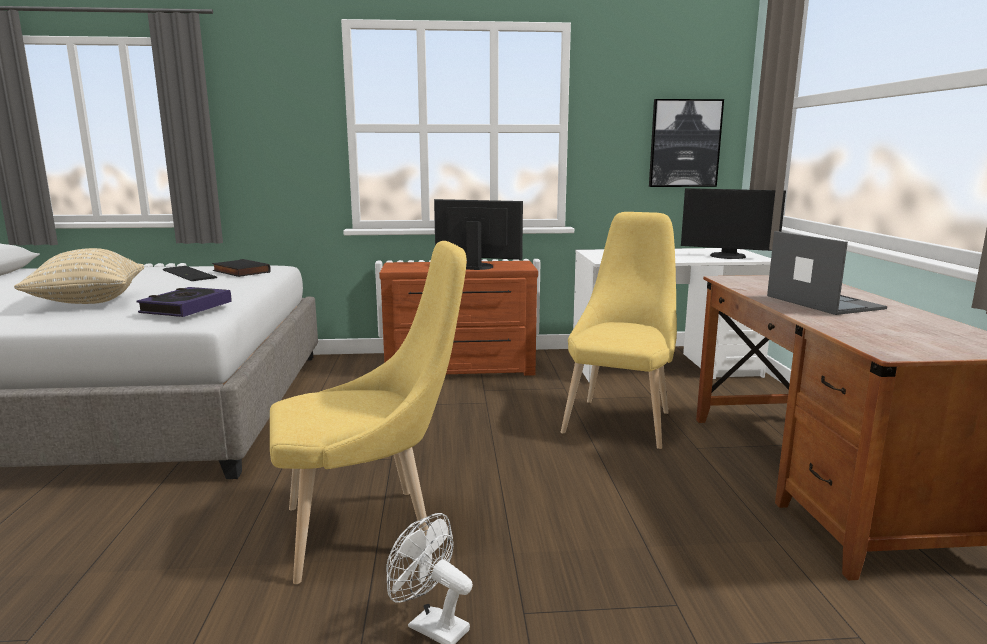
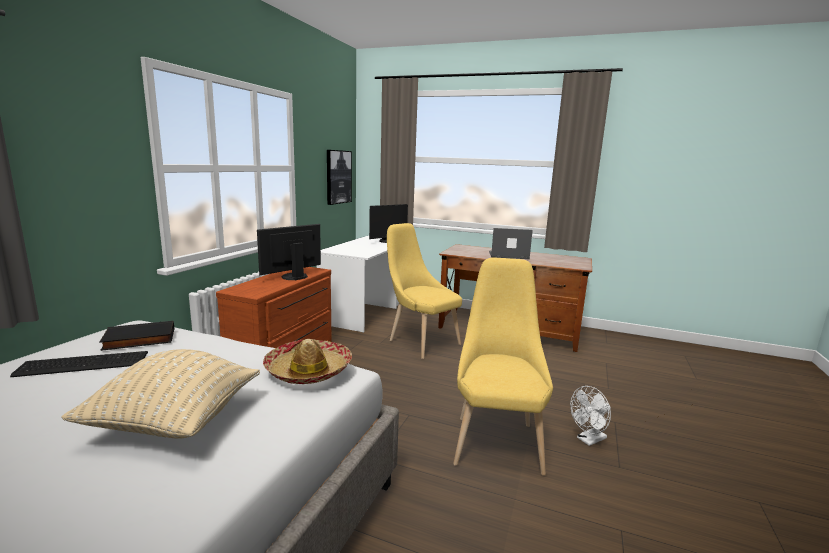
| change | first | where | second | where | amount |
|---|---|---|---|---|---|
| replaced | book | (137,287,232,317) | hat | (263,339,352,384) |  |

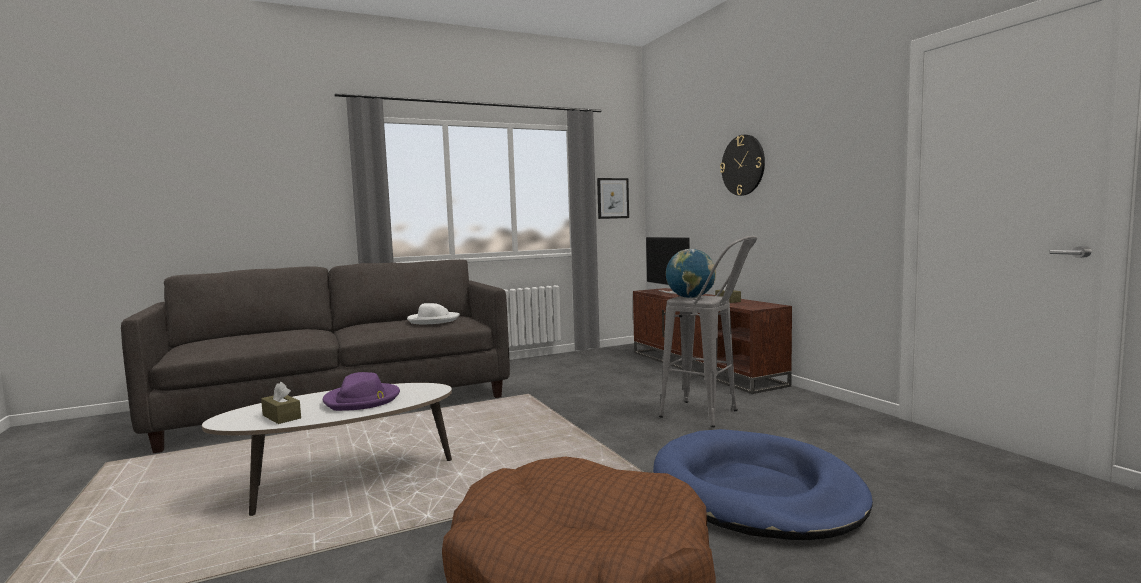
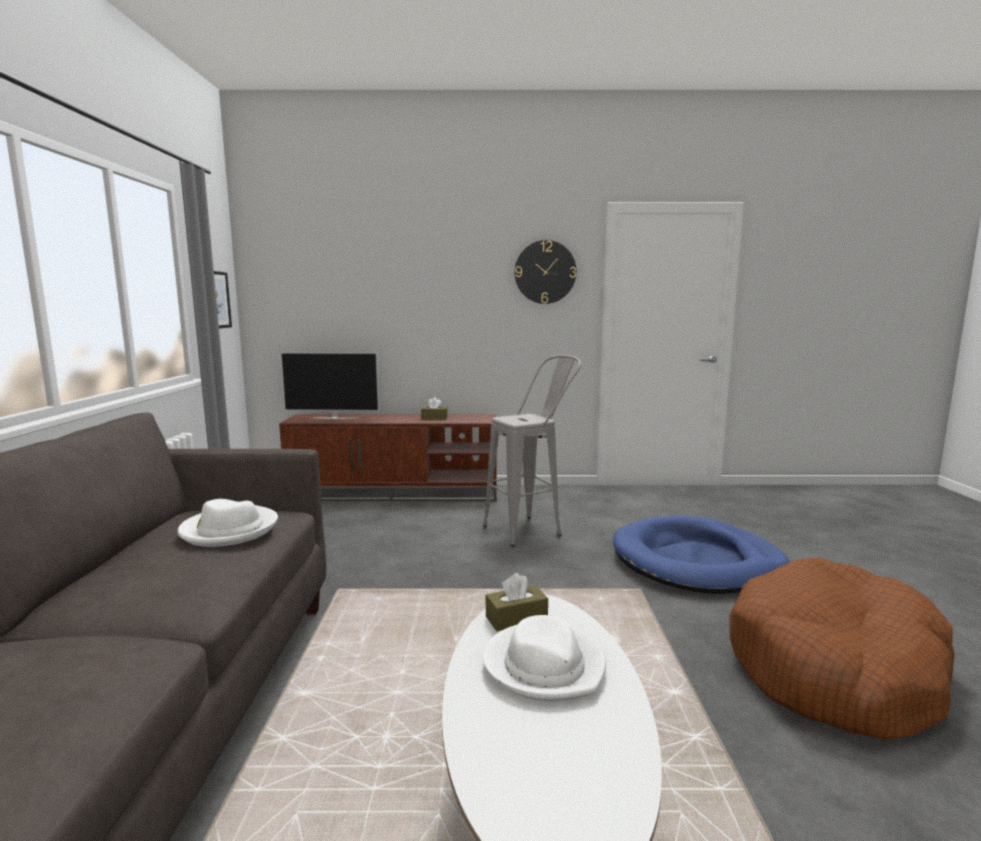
| change | first | where | second | where | amount |
|---|---|---|---|---|---|
| removed | globe | (666,249,716,298) |  |  |  |
| moved | brown tissue box | (261,382,301,424) |  | (486,573,548,631) |  |
| moved | wall clock | (720,135,765,196) |  | (515,240,576,304) |  |
| recoloured | purple hat | (323,372,400,411) | white hat | (483,615,606,702) |  |

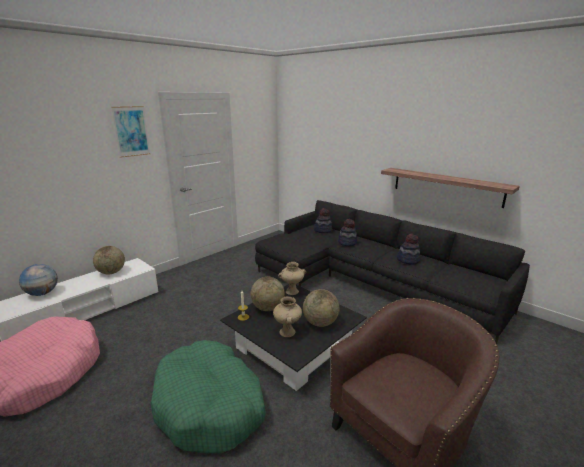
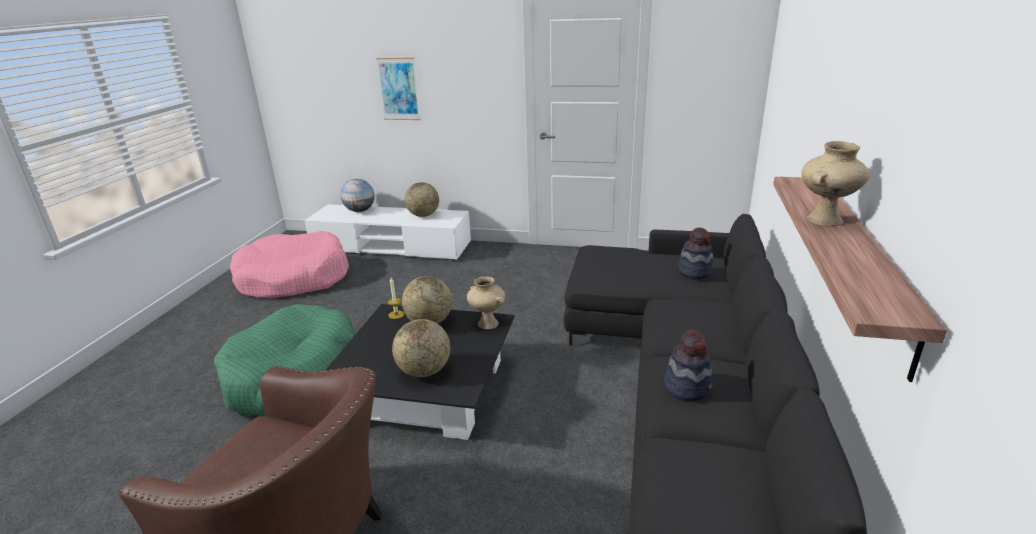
| change | first | where | second | where | amount |
|---|---|---|---|---|---|
| removed | hat | (338,219,357,246) |  |  |  |
| moved | picture | (111,106,150,158) |  | (376,58,421,120) |  |
| moved | beige vase | (273,296,302,337) |  | (801,141,870,226) |  |

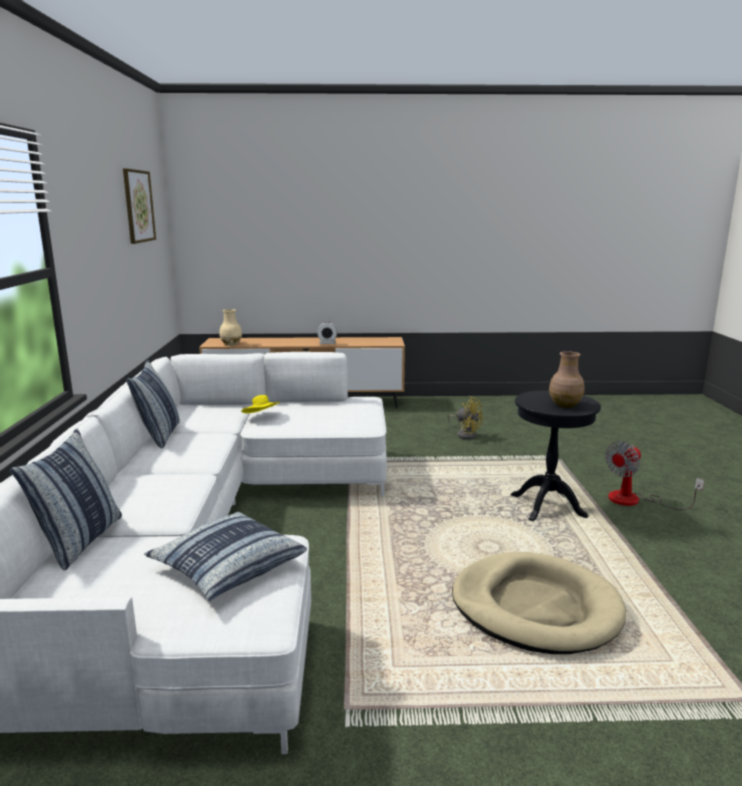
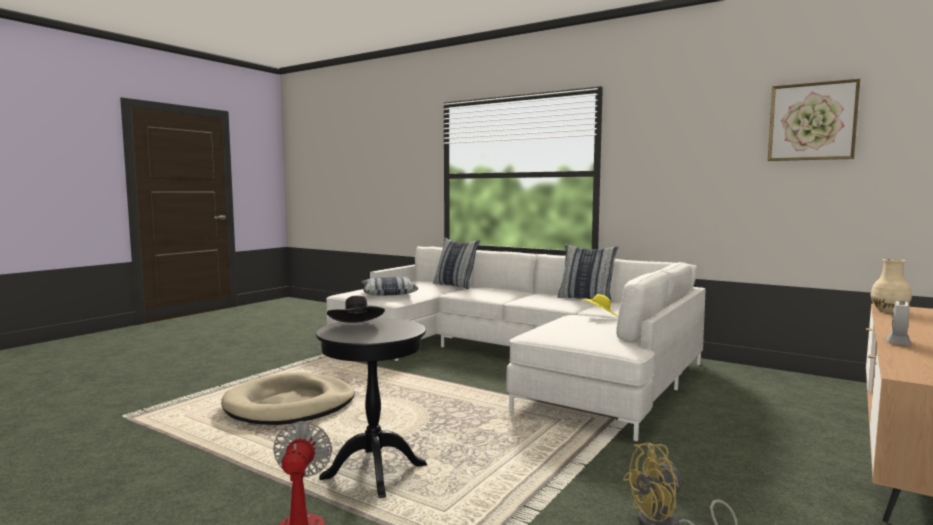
| change | first | where | second | where | amount |
|---|---|---|---|---|---|
| replaced | brown vase | (549,351,585,408) | black hat | (327,296,385,323) |  |

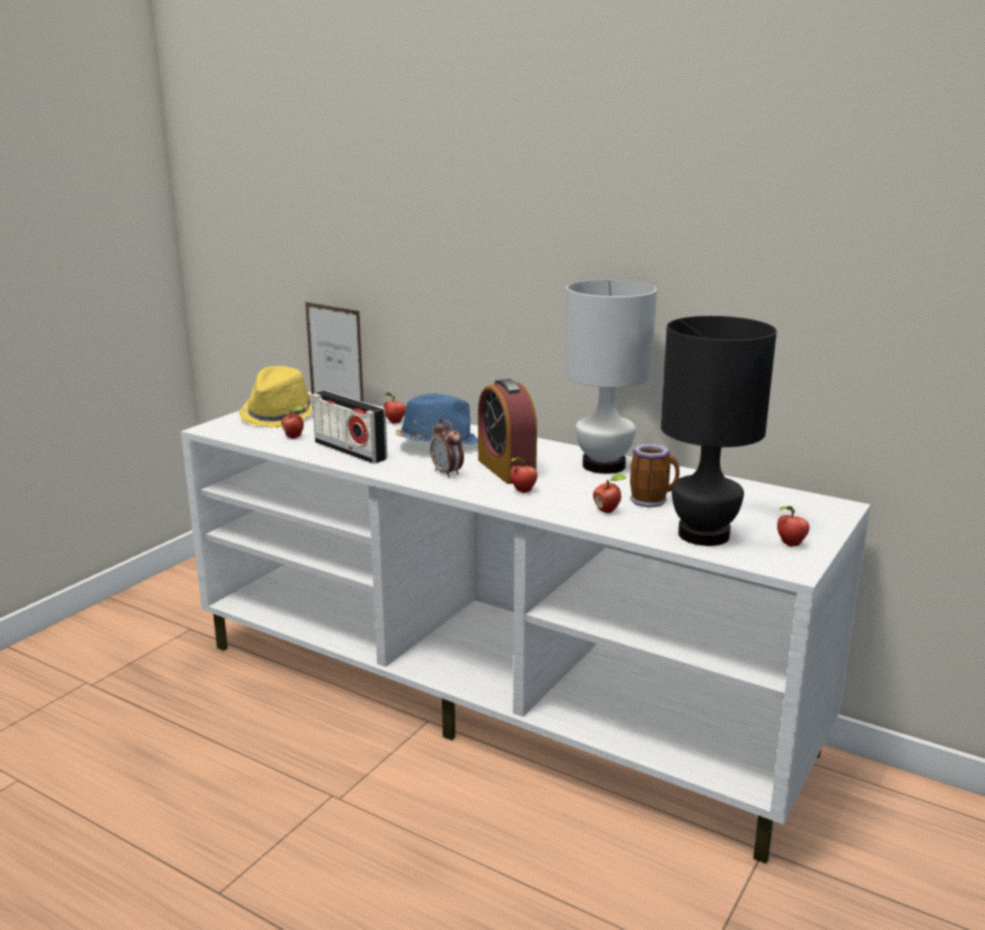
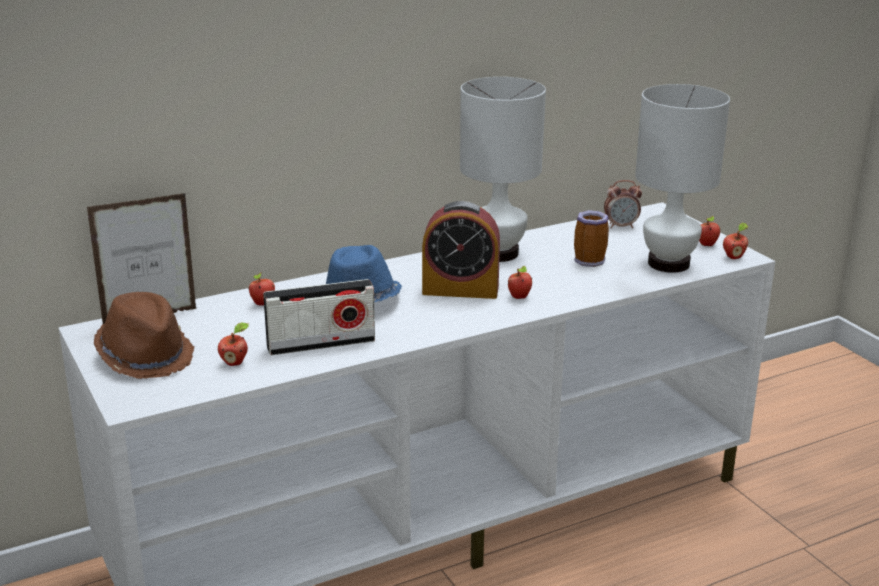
| change | first | where | second | where | amount |
|---|---|---|---|---|---|
| moved | alarm clock | (430,419,464,478) |  | (604,180,642,228) |  |
| moved | apple | (593,473,627,513) |  | (723,223,748,259) |  |
| recoloured | yellow hat | (239,366,313,428) | brown hat | (94,292,194,379) |  |
| recoloured | black table lamp | (661,316,777,546) | white table lamp | (635,84,730,273) |  |

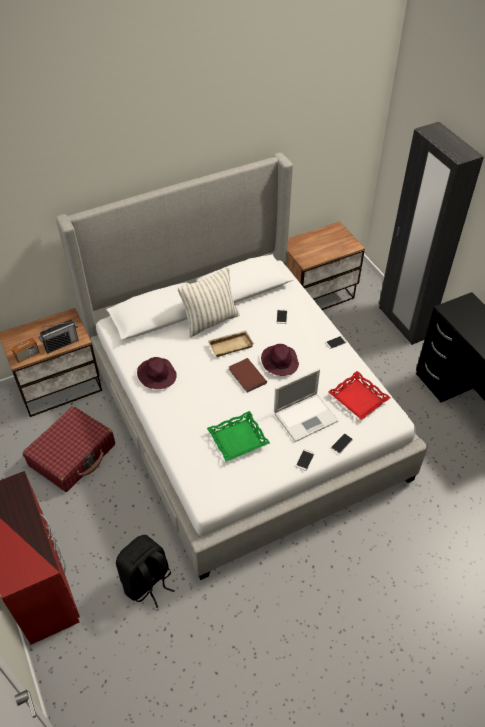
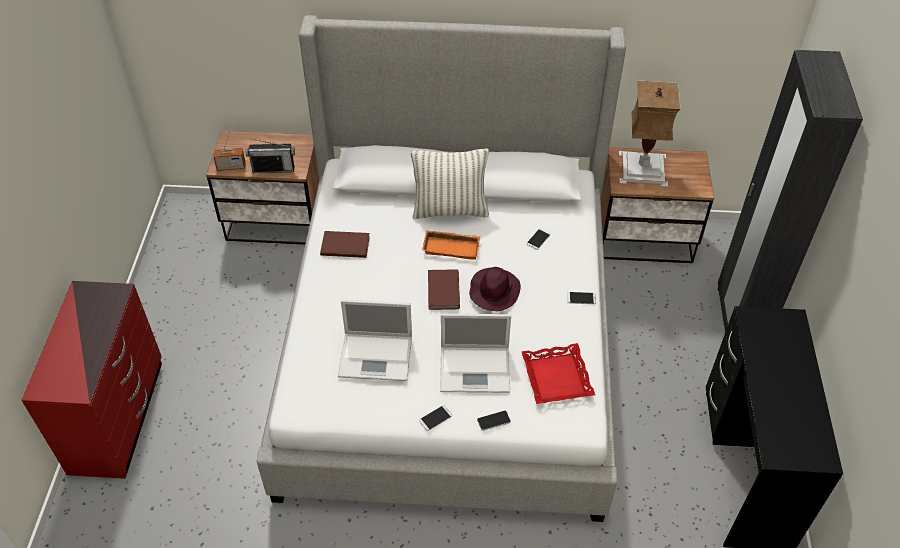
| change | first | where | second | where | amount |
|---|---|---|---|---|---|
| removed | red suitcase | (22,406,115,492) |  |  |  |
| removed | black backpack | (116,535,175,608) |  |  |  |
| added |  |  | table lamp | (619,80,681,187) |  |
| replaced | purple hat | (137,357,177,389) | brown book | (320,231,370,258) |  |
| replaced | green tray | (207,411,270,462) | laptop | (338,300,412,381) |  |
| recoloured | beige tray | (208,330,254,357) | orange tray | (422,230,480,260) |  |

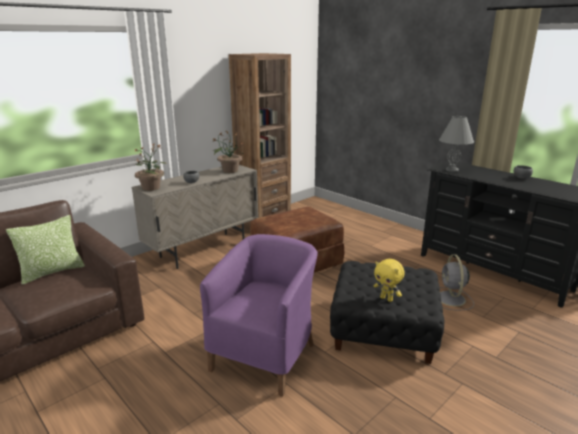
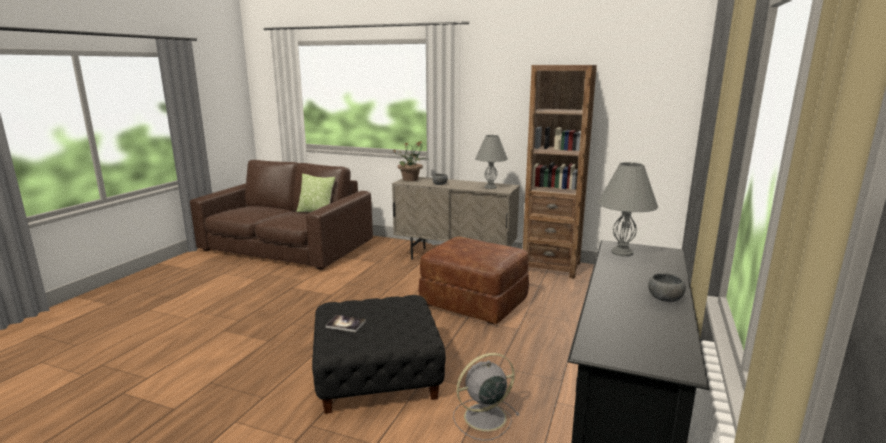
| change | first | where | second | where | amount |
|---|---|---|---|---|---|
| removed | purple armchair | (200,234,318,397) |  |  |  |
| replaced | potted plant | (212,131,245,173) | grey table lamp | (475,135,508,189) |  |
| replaced | yellow plush toy | (374,259,405,302) | book | (326,315,366,332) |  |

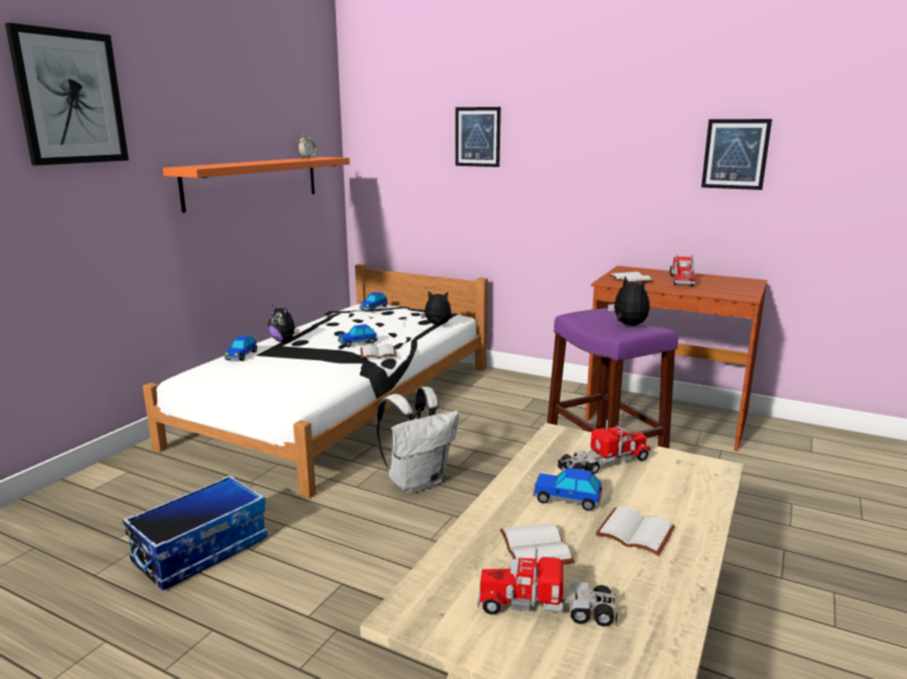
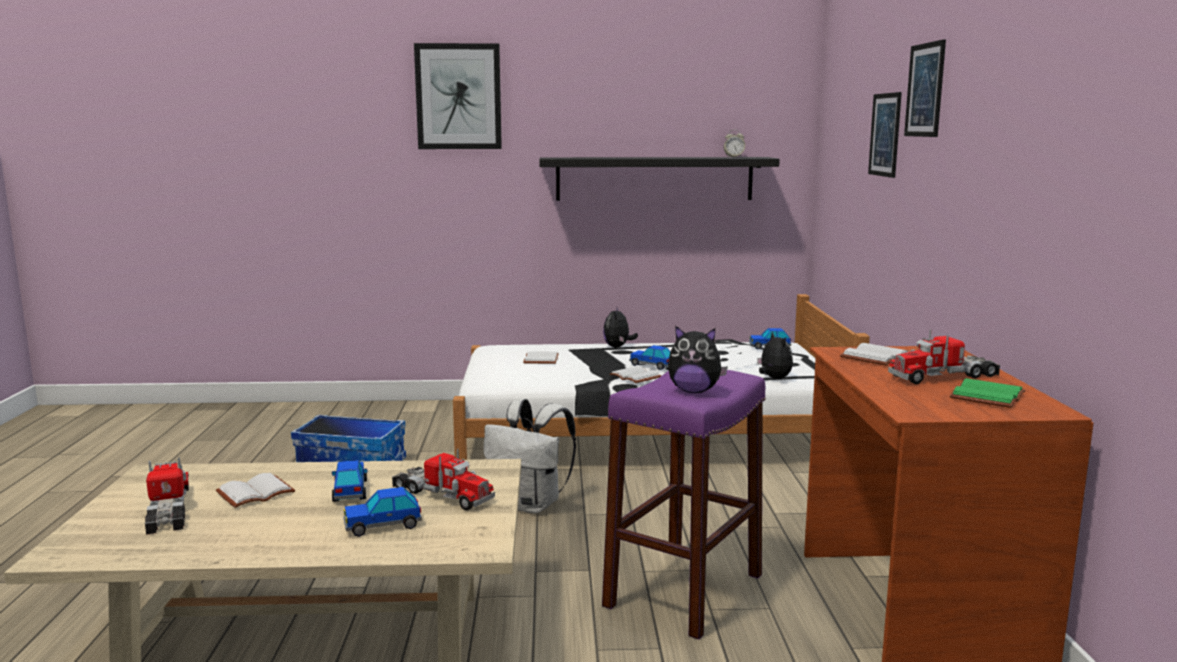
| change | first | where | second | where | amount |
|---|---|---|---|---|---|
| added |  |  | green book | (950,378,1025,408) |  |
| moved | toy car | (224,335,257,361) |  | (343,487,422,537) |  |
| moved | white book | (595,506,675,556) |  | (523,351,559,364) |  |
| moved | picture | (701,119,772,190) |  | (904,39,946,137) |  |
| recoloured | orange shelf | (163,157,350,213) | black shelf | (539,157,780,201) |  |
| turned | plush toy | (608,276,650,326) |  | (668,326,728,393) | 75 degrees clockwise |

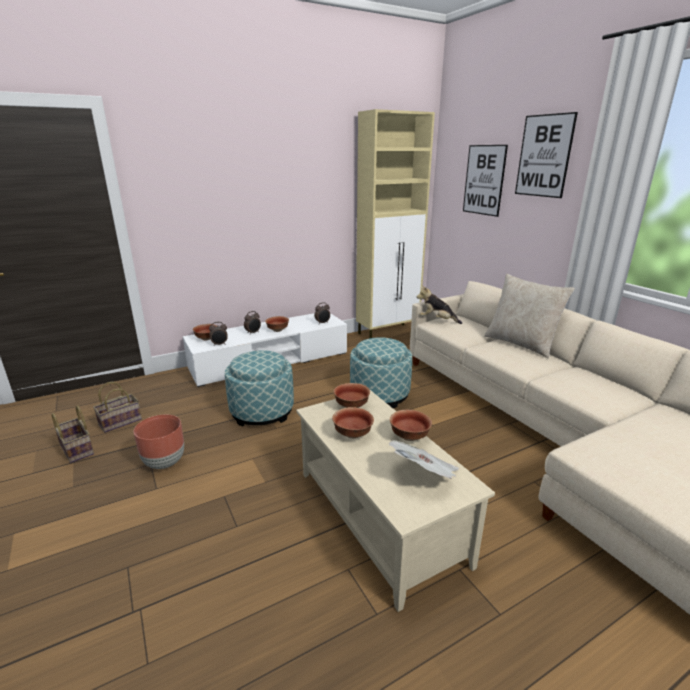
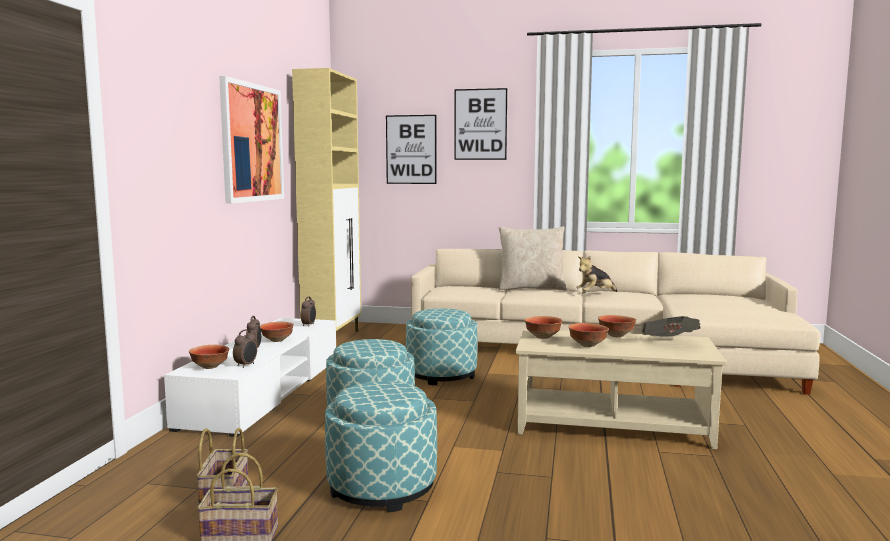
| change | first | where | second | where | amount |
|---|---|---|---|---|---|
| added |  |  | picture | (219,76,284,204) |  |
| moved | plush toy | (417,285,462,324) |  | (576,256,618,292) |  |
| replaced | brown planter | (133,415,184,469) | ottoman | (325,381,437,512) |  |

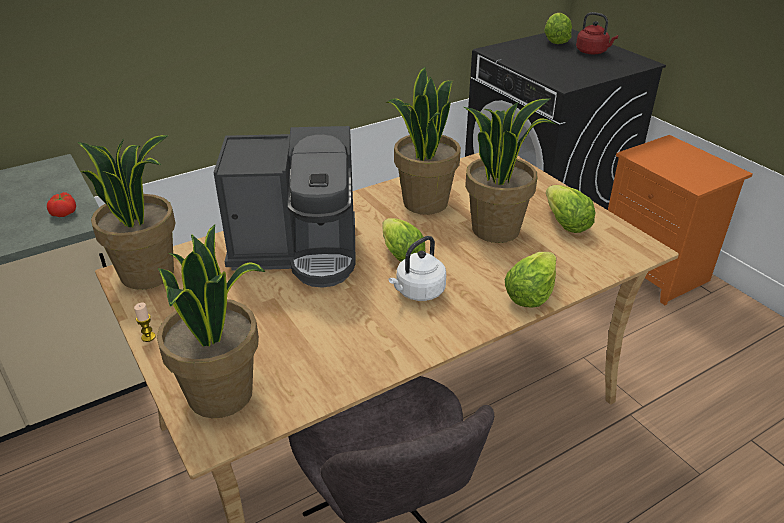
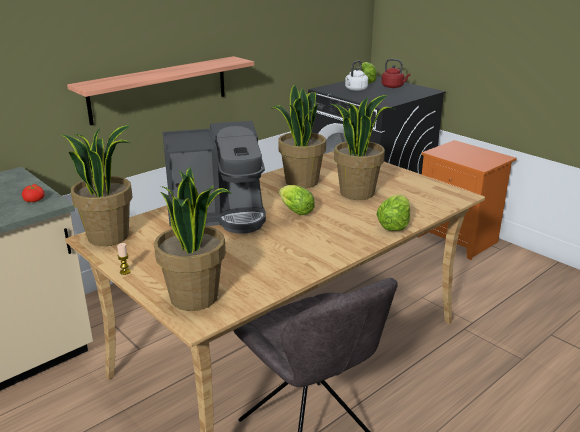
| change | first | where | second | where | amount |
|---|---|---|---|---|---|
| removed | lettuce | (546,185,596,233) |  |  |  |
| added |  |  | shelf | (67,56,254,125) |  |
| moved | white kettle | (388,236,446,301) |  | (345,60,368,91) |  |

